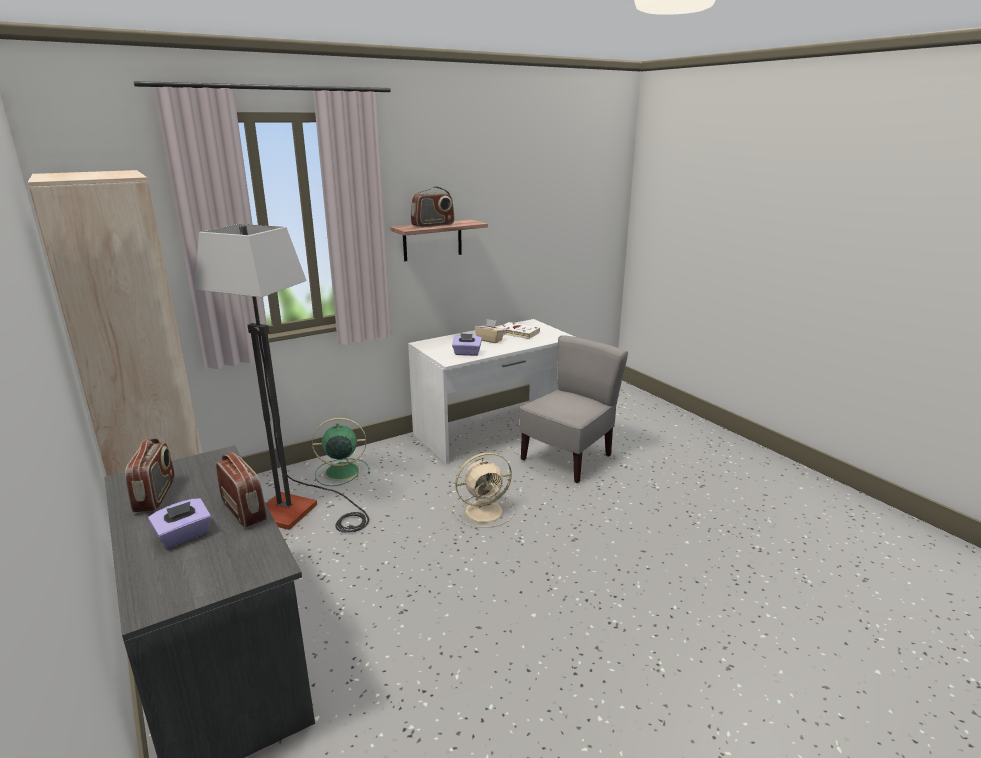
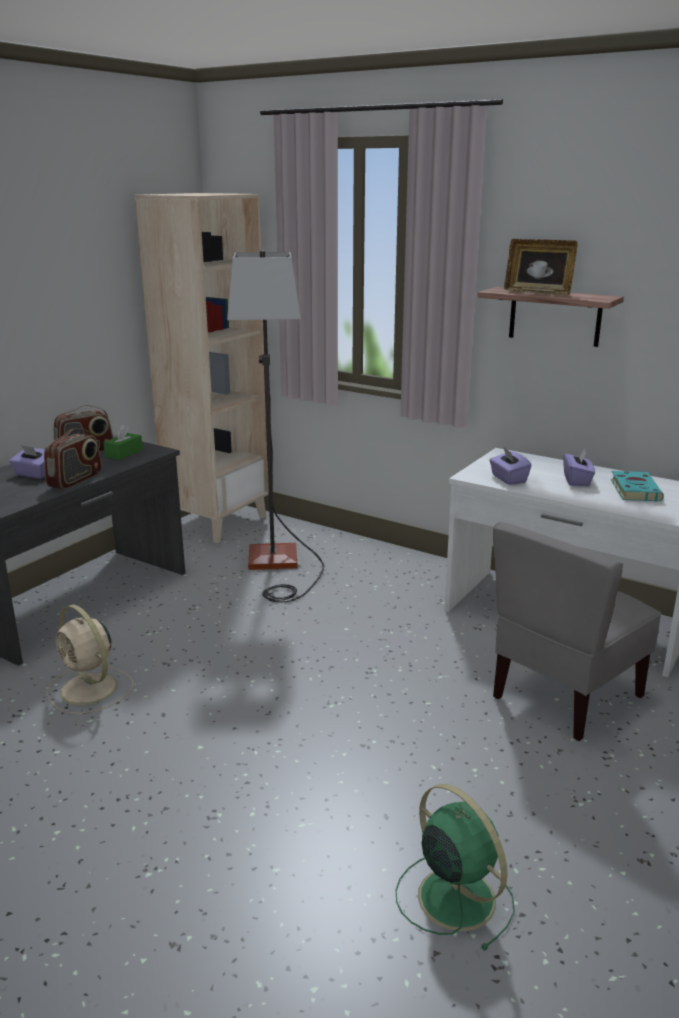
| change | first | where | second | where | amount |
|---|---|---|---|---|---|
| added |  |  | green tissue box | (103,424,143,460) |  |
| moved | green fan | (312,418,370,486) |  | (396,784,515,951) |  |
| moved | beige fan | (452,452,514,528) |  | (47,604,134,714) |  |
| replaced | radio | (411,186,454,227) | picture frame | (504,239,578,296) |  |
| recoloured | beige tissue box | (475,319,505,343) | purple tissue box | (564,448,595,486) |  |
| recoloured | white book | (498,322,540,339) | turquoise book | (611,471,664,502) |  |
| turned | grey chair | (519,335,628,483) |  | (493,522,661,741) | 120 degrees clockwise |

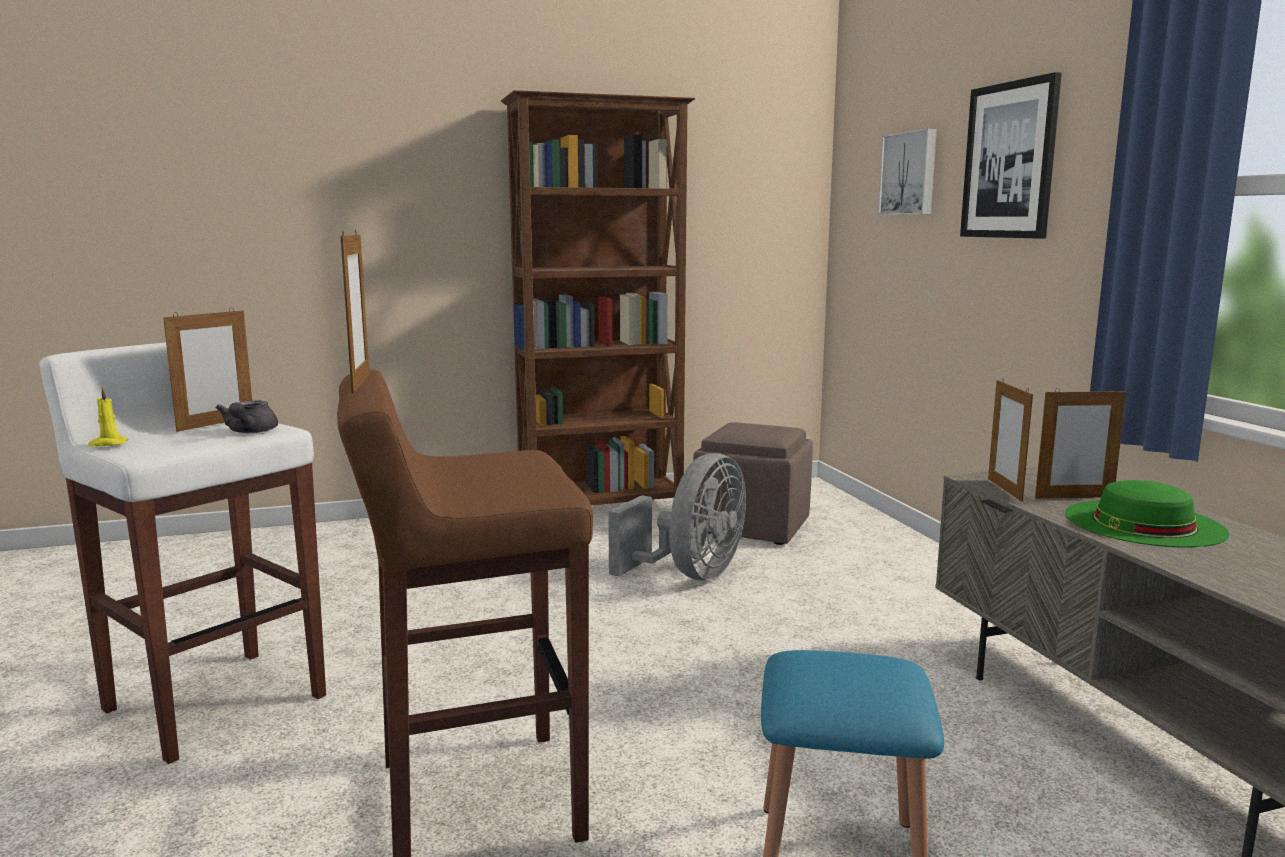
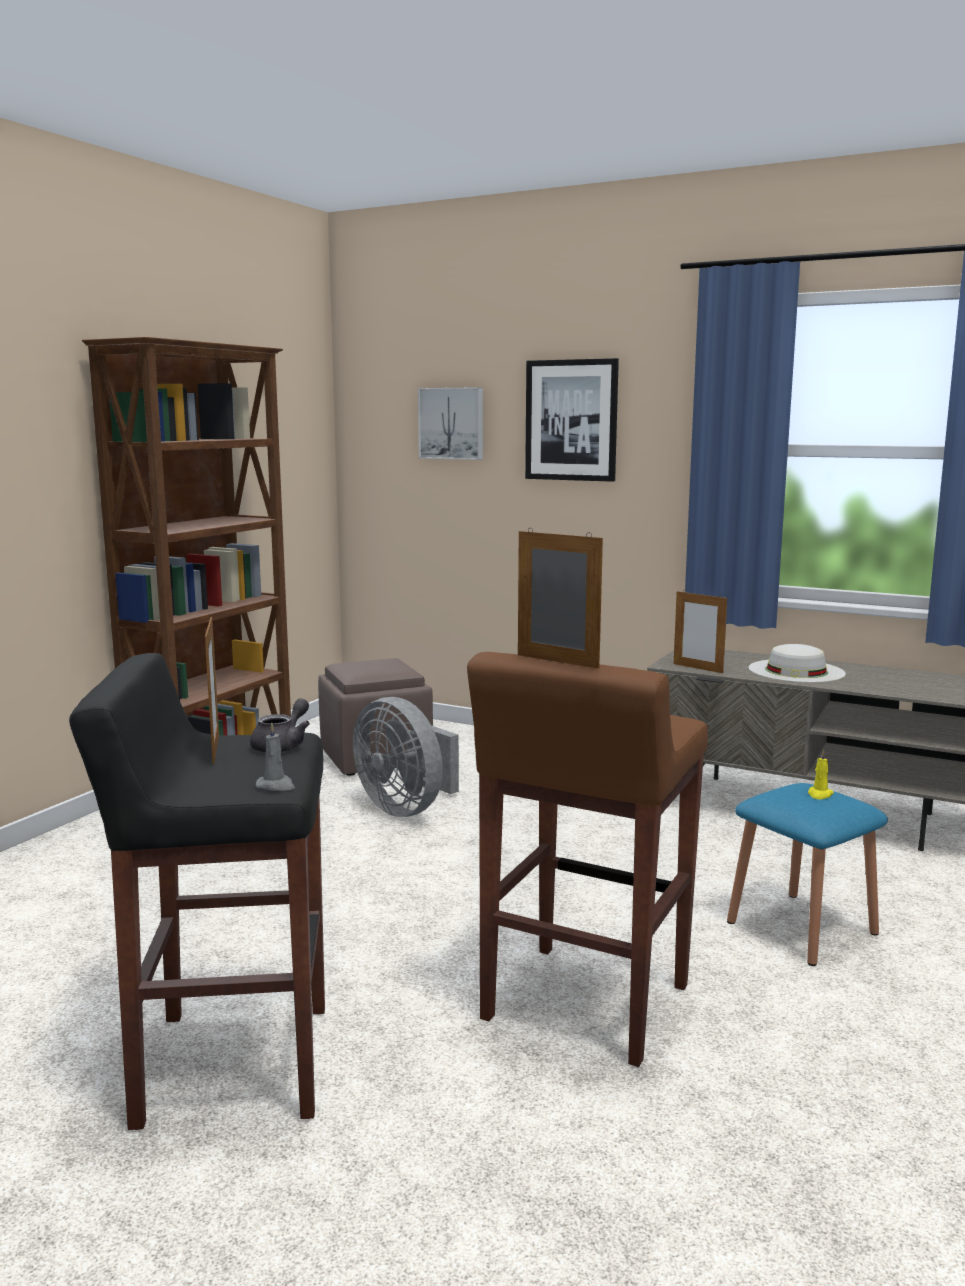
| change | first | where | second | where | amount |
|---|---|---|---|---|---|
| removed | picture frame | (1035,387,1127,499) |  |  |  |
| added |  |  | grey candle | (256,723,295,791) |  |
| moved | yellow candle | (88,387,129,446) |  | (808,750,834,800) |  |
| recoloured | white stool | (39,343,326,764) | black stool | (69,653,325,1130) |  |
| recoloured | green hat | (1065,480,1229,548) | white hat | (749,644,846,683) |  |
| turned | grey teapot | (215,400,278,433) |  | (250,698,310,753) | 105 degrees counterclockwise |
| turned | grey fan | (608,453,746,581) |  | (353,697,459,817) | 150 degrees clockwise |

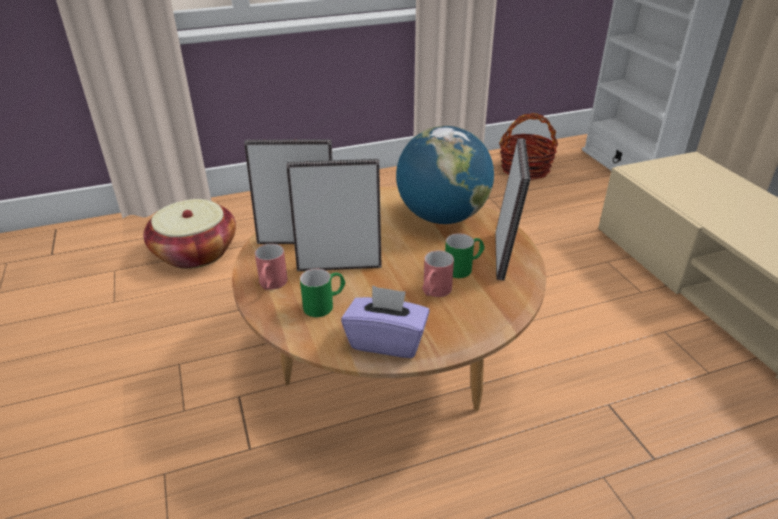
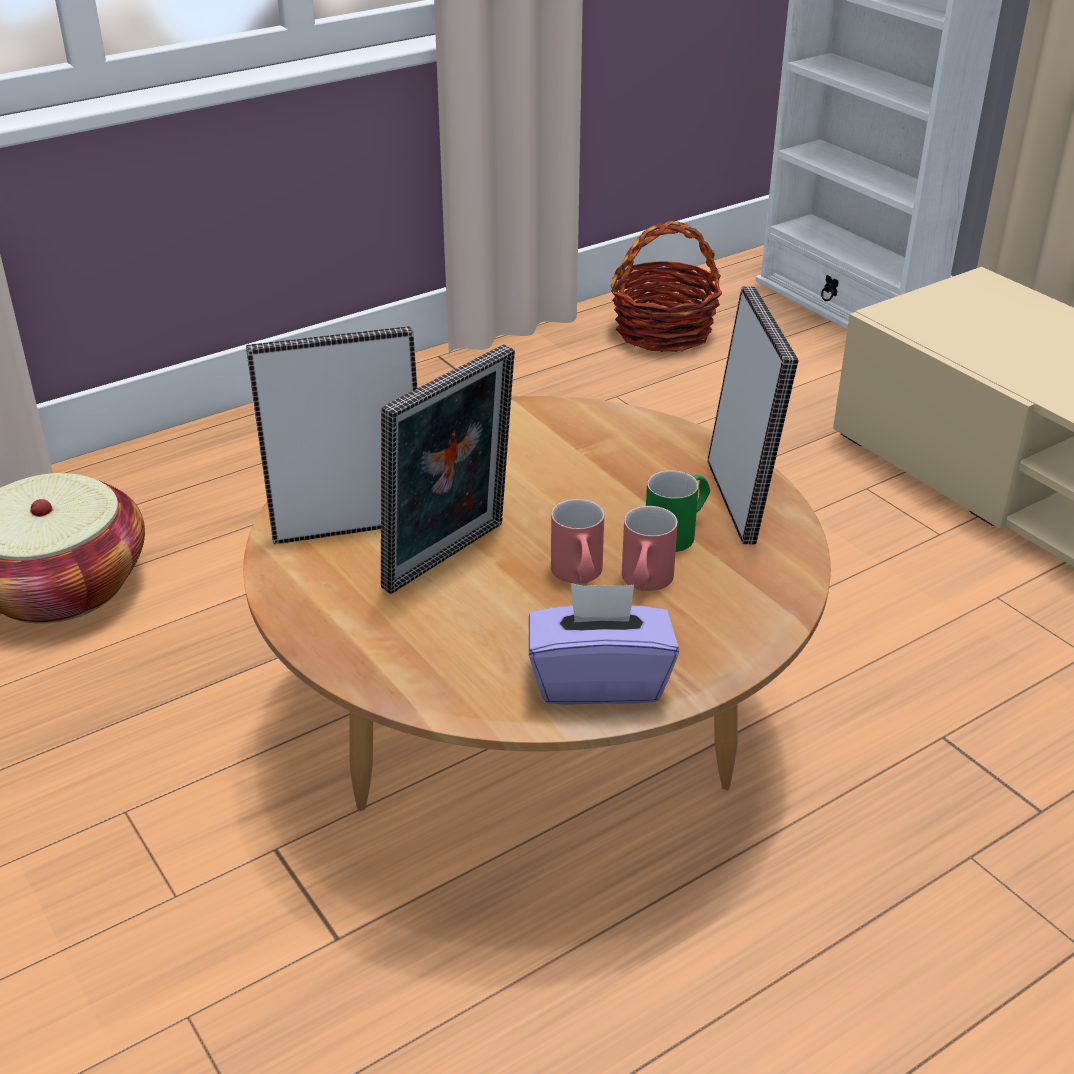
| change | first | where | second | where | amount |
|---|---|---|---|---|---|
| removed | green mug | (300,269,345,317) |  |  |  |
| removed | globe | (396,126,494,224) |  |  |  |
| moved | red mug | (255,244,288,290) |  | (551,499,604,584) |  |
| turned | picture frame | (286,159,381,271) |  | (381,344,515,594) | 150 degrees clockwise |

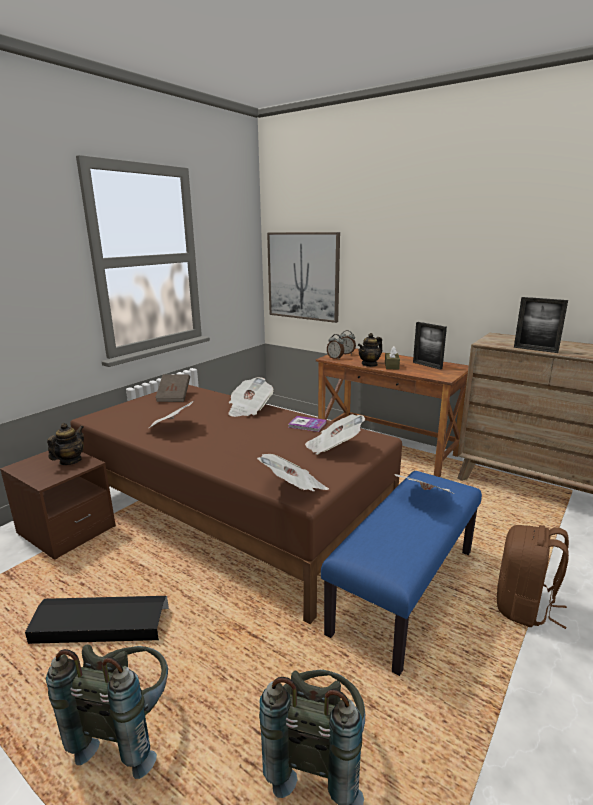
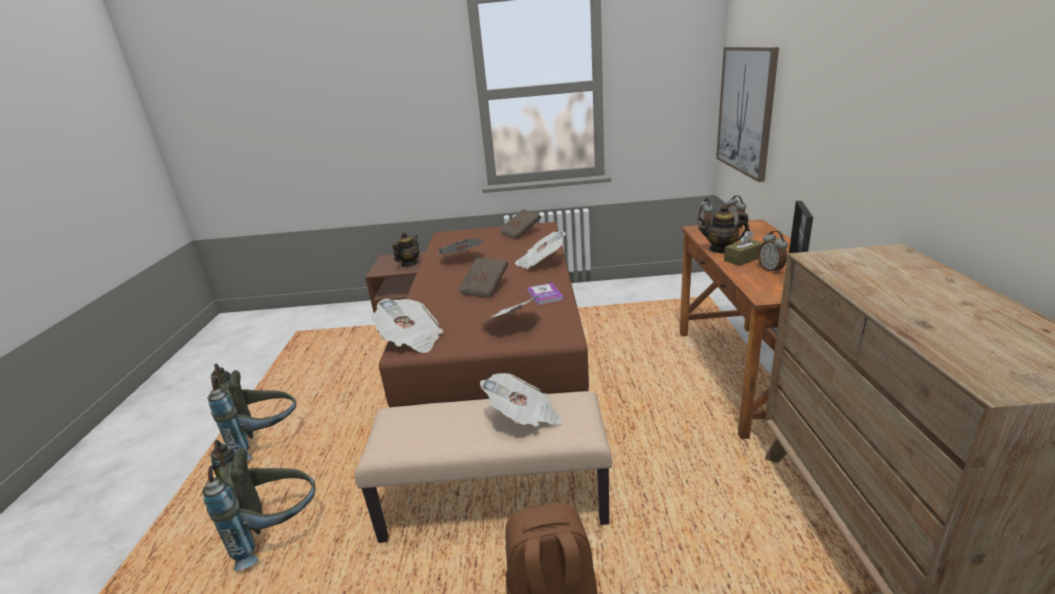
| change | first | where | second | where | amount |
|---|---|---|---|---|---|
| removed | black storage box | (25,596,169,644) |  |  |  |
| removed | picture frame | (514,297,568,353) |  |  |  |
| added |  |  | brown book | (459,258,508,298) |  |
| added |  |  | alarm clock | (758,231,788,274) |  |
| recoloured | blue bench | (321,471,482,676) | beige bench | (355,391,612,543) |  |
| turned | teapot | (47,423,84,465) |  | (393,232,419,267) | 45 degrees counterclockwise |

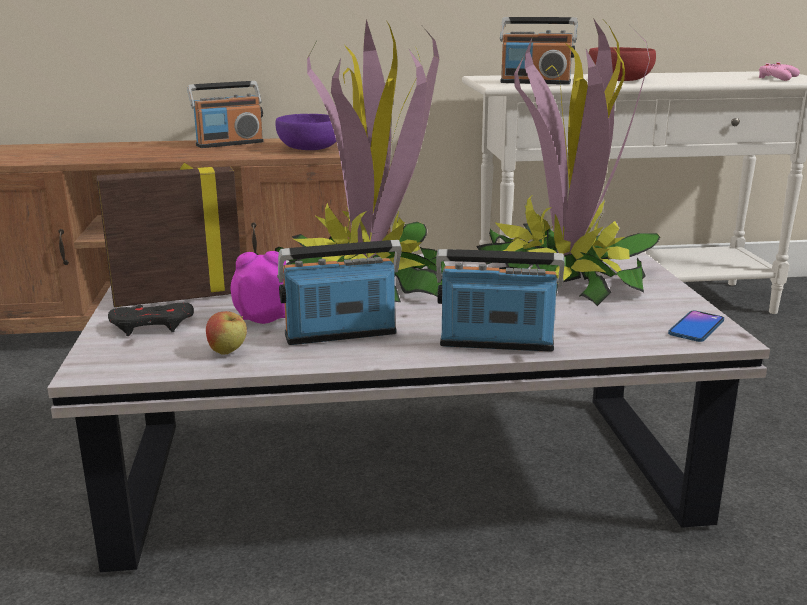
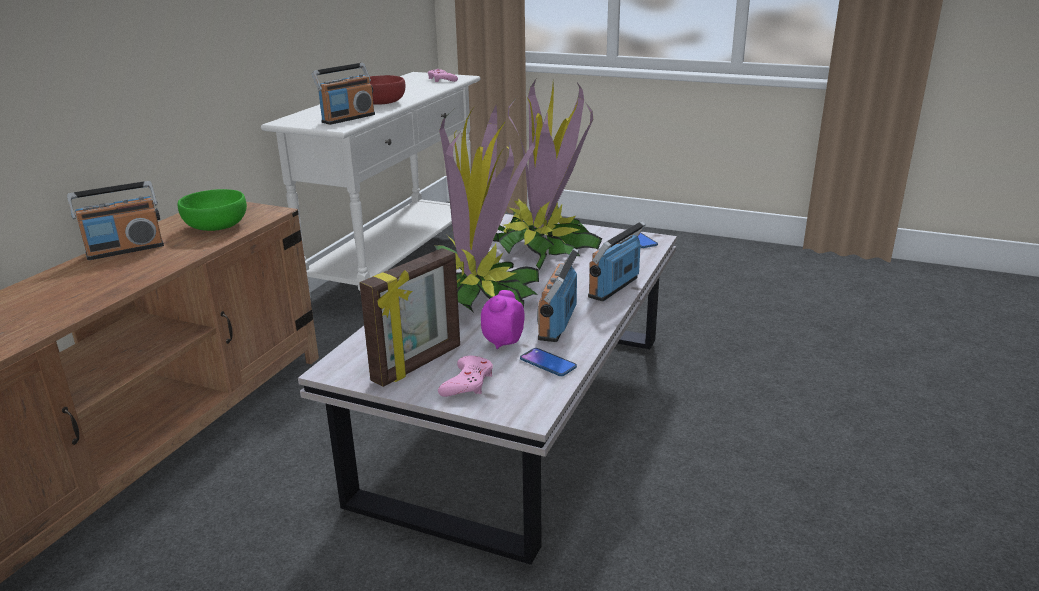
| change | first | where | second | where | amount |
|---|---|---|---|---|---|
| replaced | apple | (206,311,247,355) | phone | (520,348,577,376) |  |
| recoloured | black game controller | (108,302,194,336) | pink game controller | (438,356,493,397) |  |
| recoloured | purple bowl | (275,114,336,150) | green bowl | (178,189,247,231) |  |
| turned | picture frame | (97,163,240,307) |  | (359,248,460,387) | 150 degrees counterclockwise |
| turned | radio | (187,81,264,148) |  | (67,181,164,260) | 60 degrees clockwise |

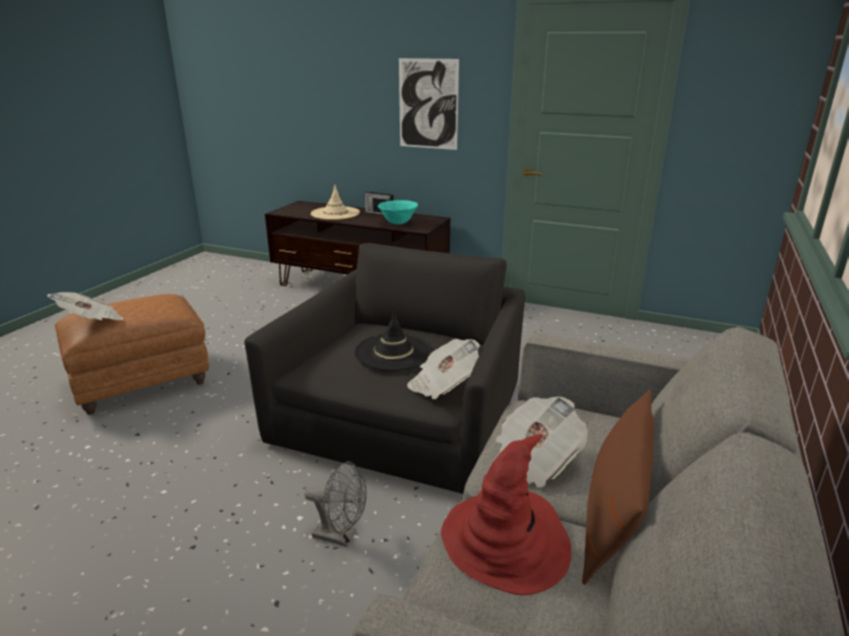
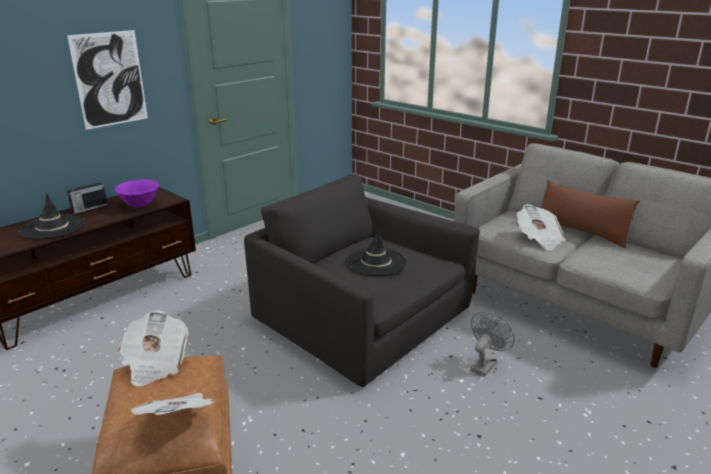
| change | first | where | second | where | amount |
|---|---|---|---|---|---|
| removed | red hat | (441,434,572,596) |  |  |  |
| moved | newspaper | (407,339,480,399) |  | (119,310,189,387) |  |
| recoloured | beige hat | (311,184,360,220) | black hat | (19,193,85,240) |  |
| recoloured | turquoise bowl | (378,200,418,225) | purple bowl | (115,179,159,208) |  |

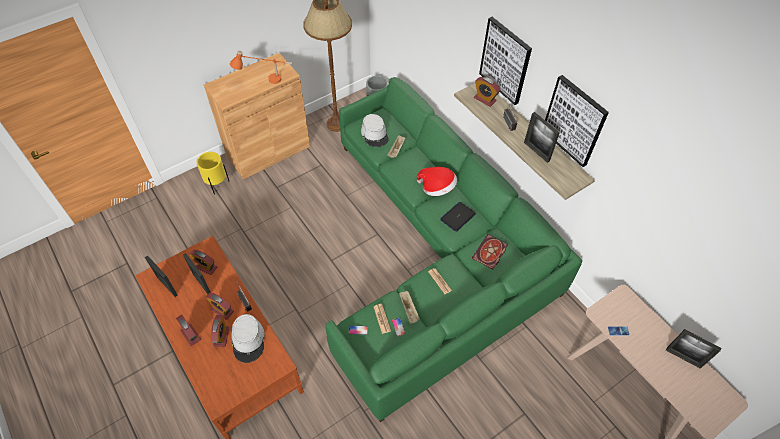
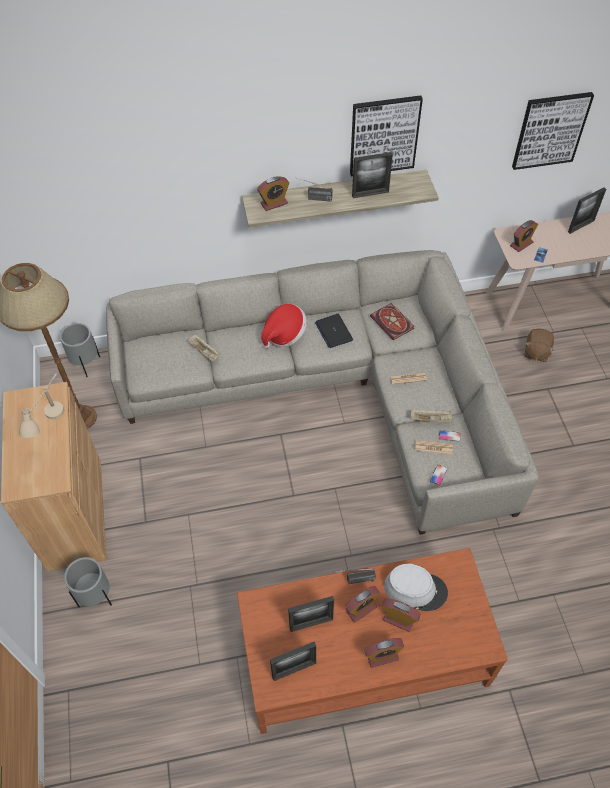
| change | first | where | second | where | amount |
|---|---|---|---|---|---|
| removed | grey hat | (361,114,389,147) |  |  |  |
| added |  |  | brown plush toy | (525,328,554,362) |  |
| moved | alarm clock | (189,250,217,275) |  | (510,220,538,252) |  |
| moved | picture | (479,17,532,105) |  | (512,92,594,170) |  |
| recoloured | yellow planter | (197,152,229,195) | grey planter | (64,557,112,607) |  |
| recoloured | orange table lamp | (230,51,293,84) | beige table lamp | (19,373,64,438) |  |
| recoloured | green sofa | (326,77,582,422) | grey sofa | (106,250,539,535) |  |

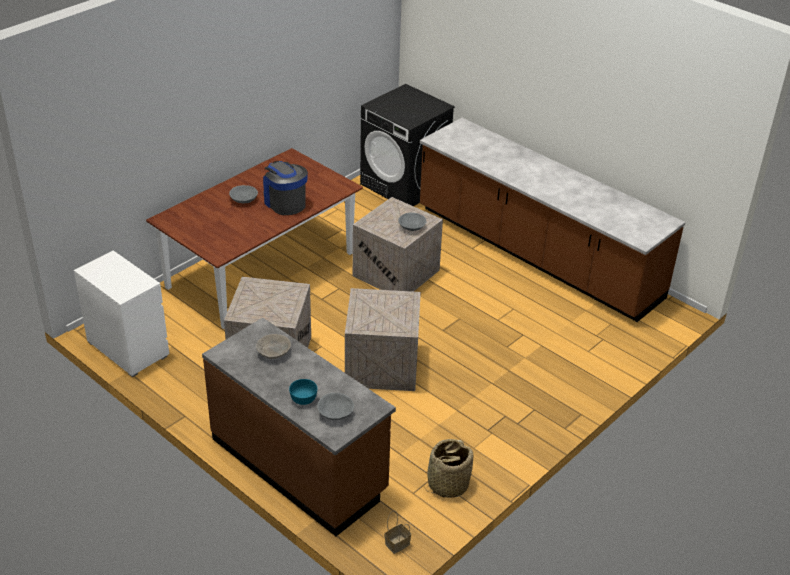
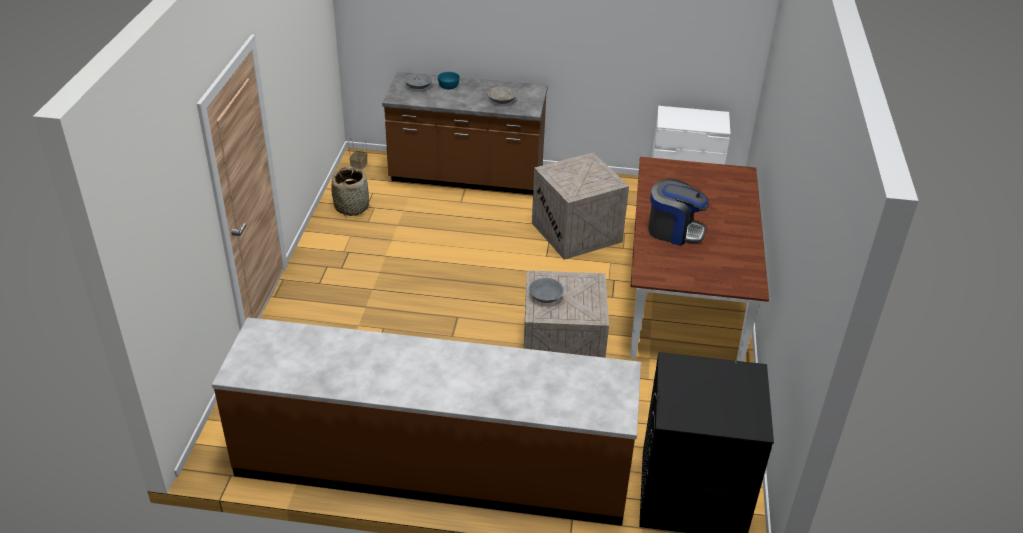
| change | first | where | second | where | amount |
|---|---|---|---|---|---|
| removed | grey bowl | (229,185,258,203) |  |  |  |
| removed | crate | (345,288,421,391) |  |  |  |

